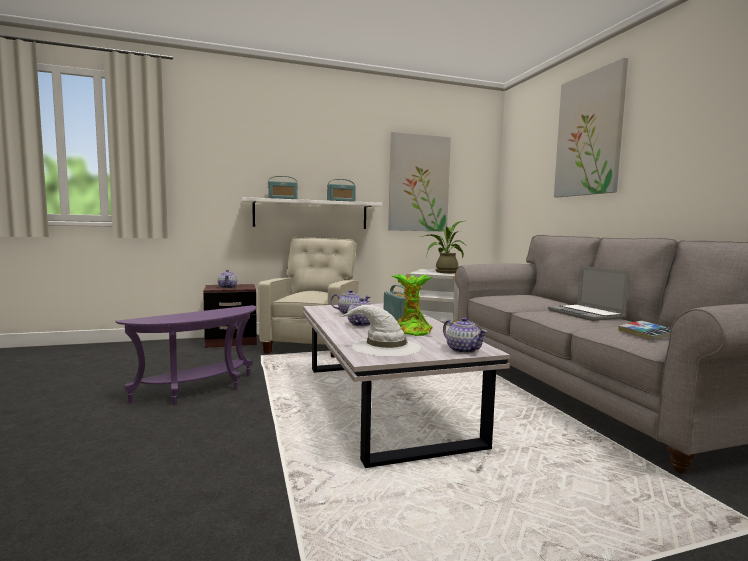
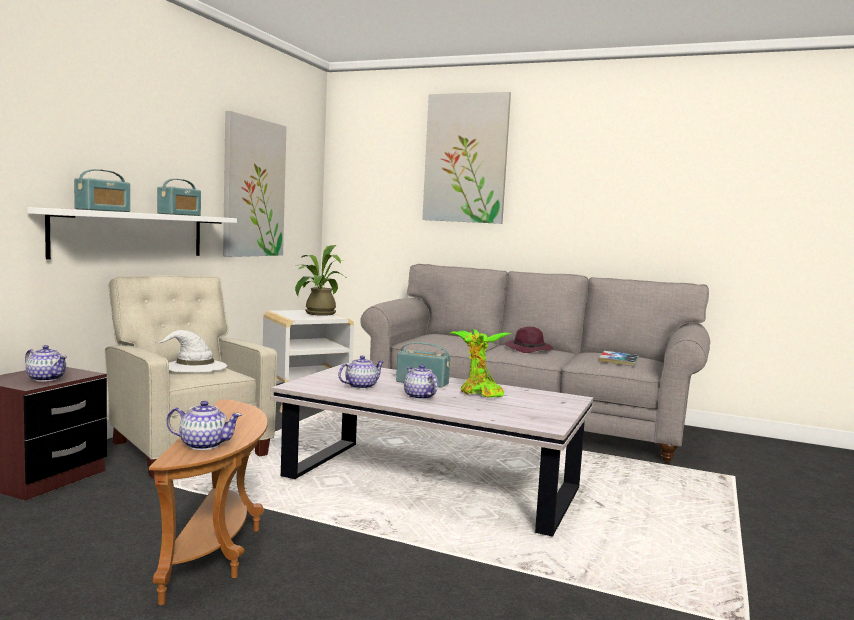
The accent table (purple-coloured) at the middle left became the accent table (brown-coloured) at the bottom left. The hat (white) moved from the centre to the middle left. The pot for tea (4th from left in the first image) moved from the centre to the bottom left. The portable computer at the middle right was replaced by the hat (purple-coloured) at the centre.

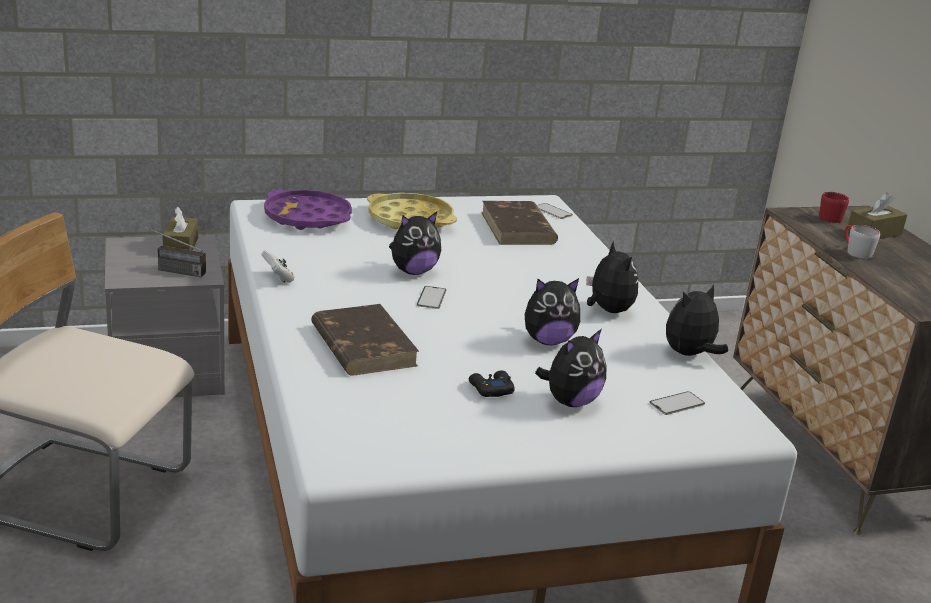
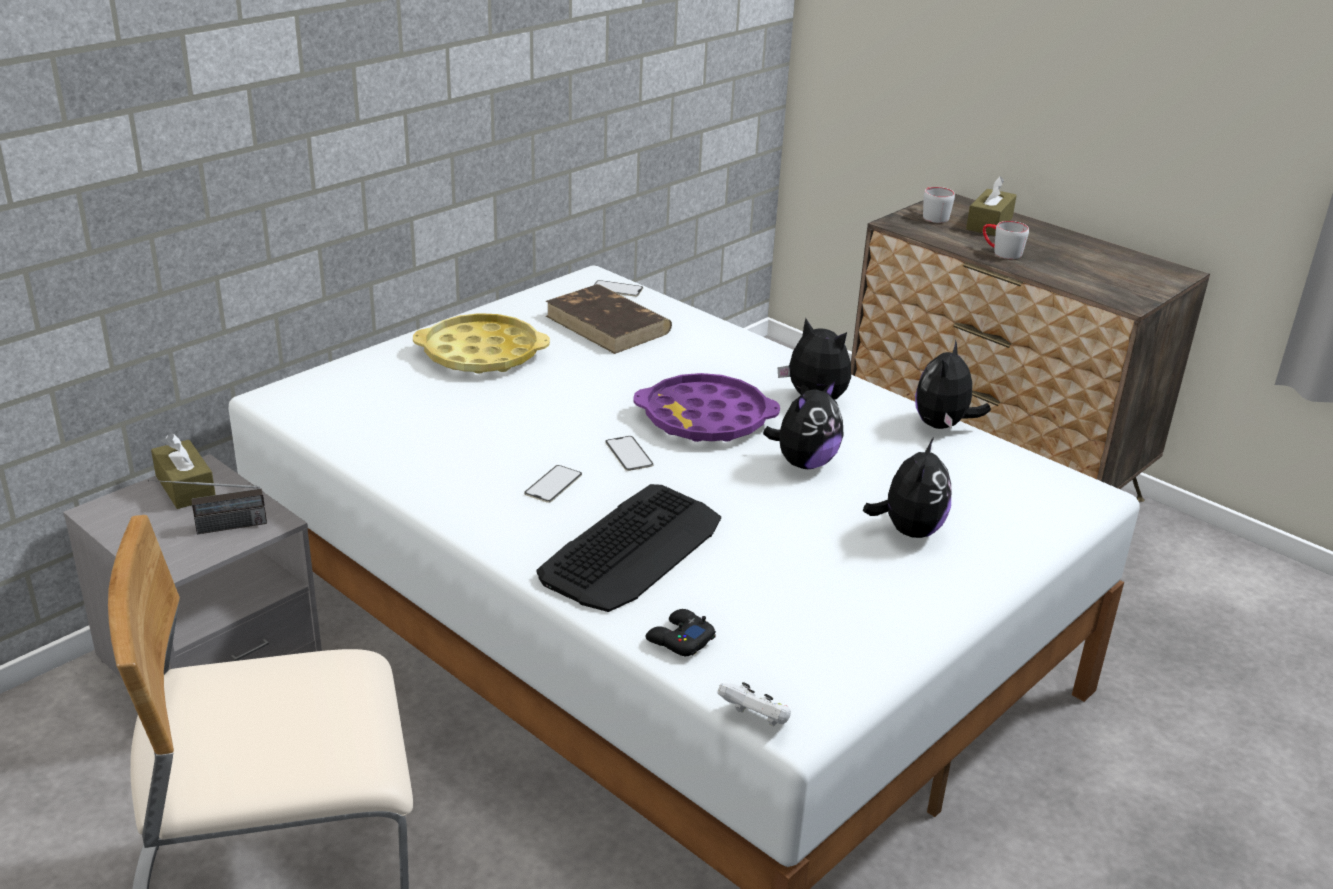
The game controller (white) moved from the middle left to the bottom centre. The carrying tray (purple-coloured) moved from the middle left to the centre. The bound book (brown-coloured) (1st from left) at the centre was replaced by the computer keyboard at the centre. The soft toy (1st from left) at the centre disappeared. The game controller (black-coloured) moved from the centre to the bottom centre. The telephone (3rd from left in the first image) moved from the bottom right to the centre. The coffee mug (red-coloured) at the middle right became the coffee mug (grey) (1st from left) at the top right.

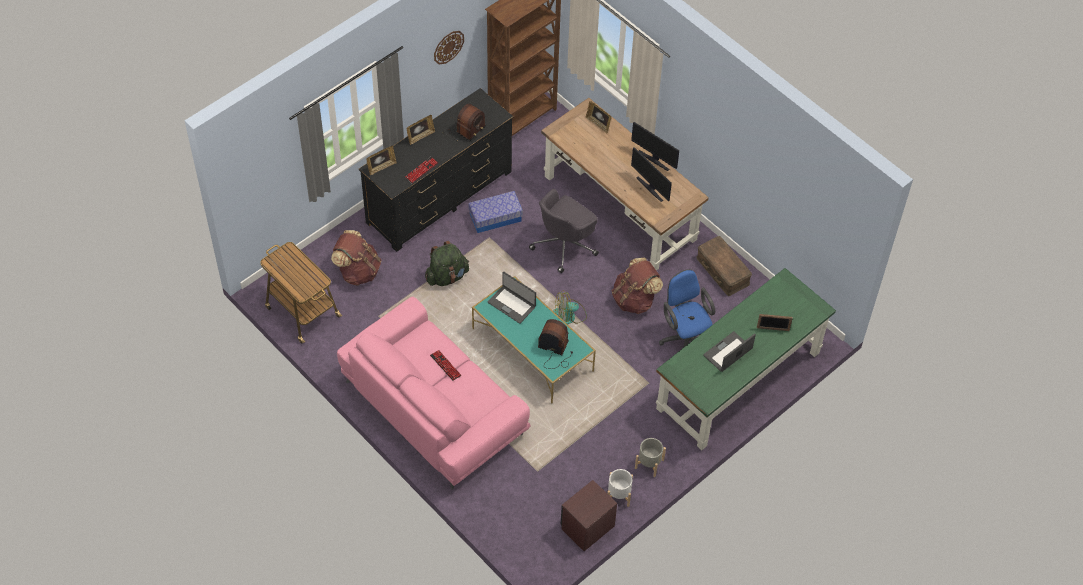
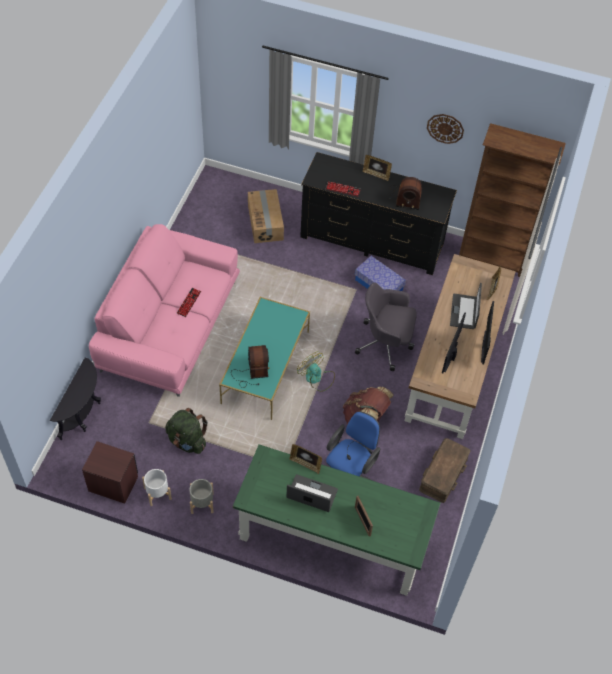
The cart at the middle left disappeared. The rucksack (brown-coloured) (1st from left) at the middle left was replaced by the packing box at the top centre. The picture frame (1st from left) moved from the top centre to the bottom centre. The rucksack (green) moved from the centre to the middle left. The portable computer (1st from left in the first image) moved from the centre to the middle right. The accent table (black-coloured) at the middle left appeared.

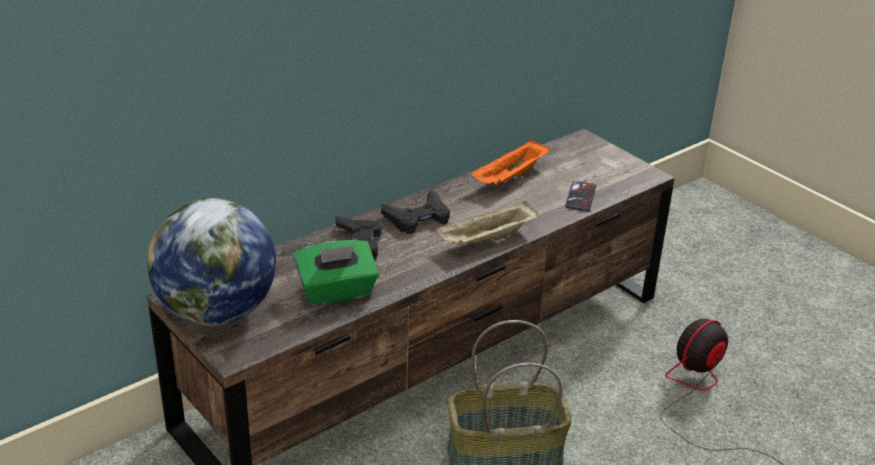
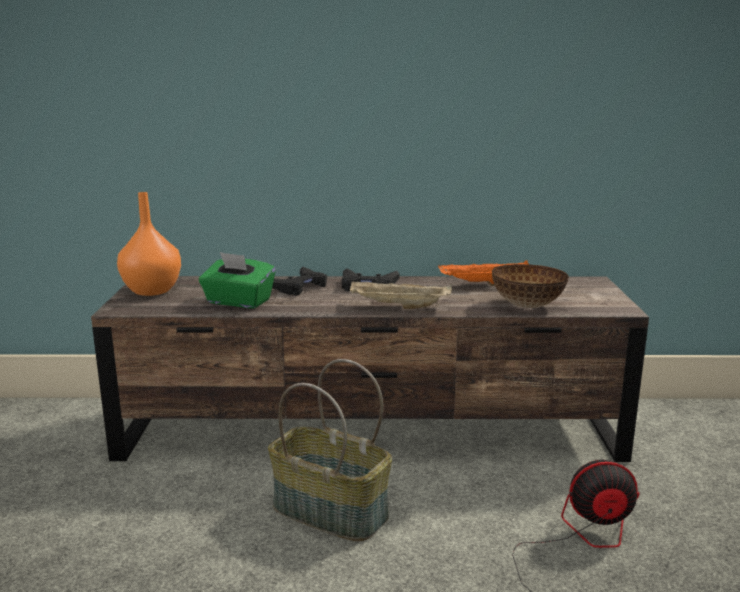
The globe at the middle left was replaced by the decorative vase (orange) at the middle left. The telephone at the centre was replaced by the deep dish at the middle right.

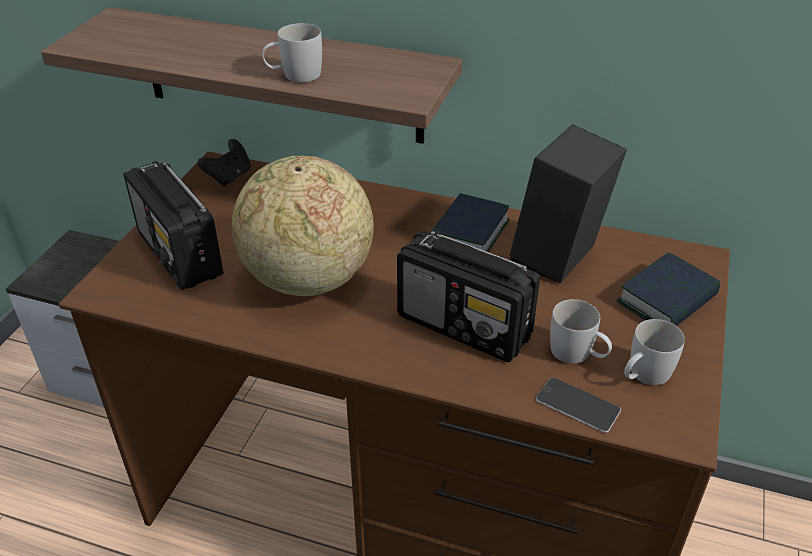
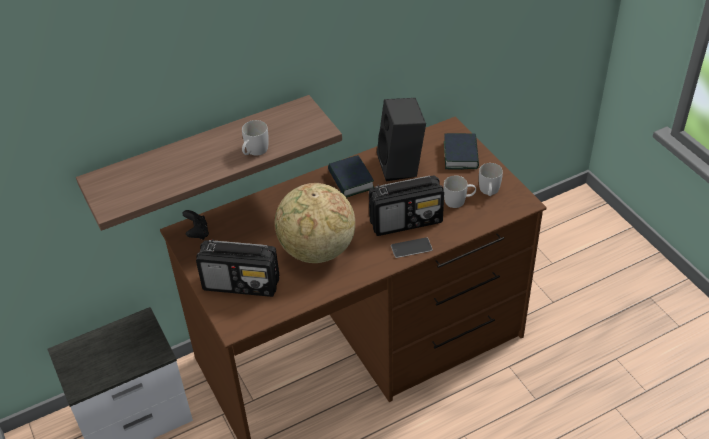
The telephone moved from the bottom right to the centre.

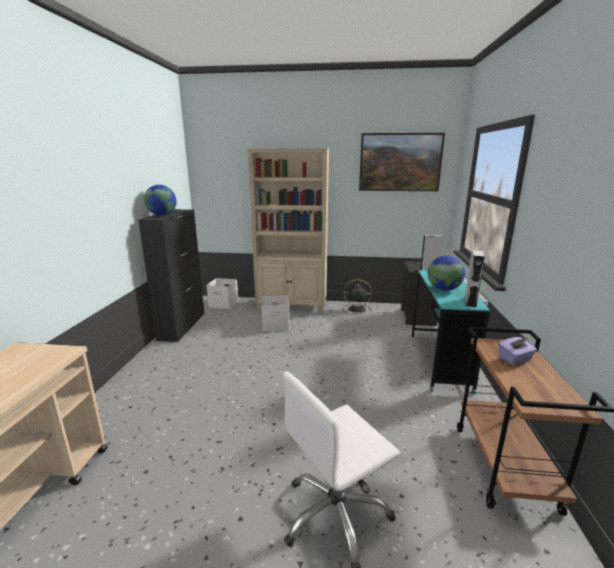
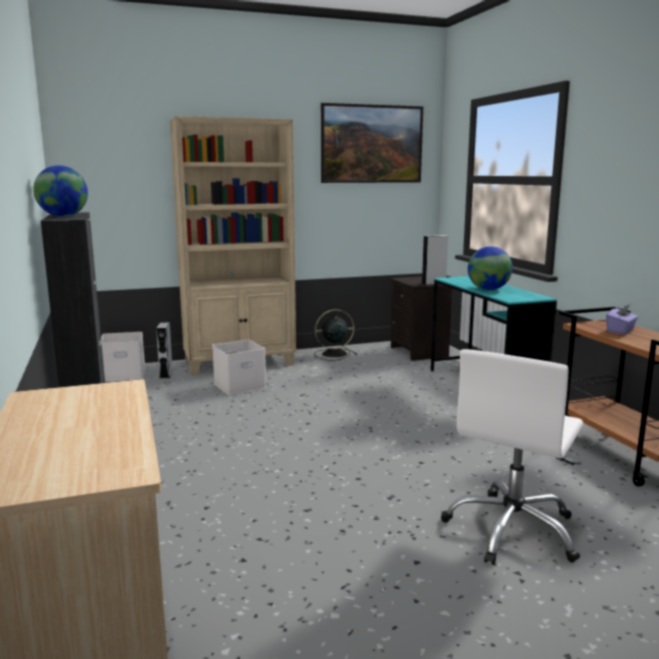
The audio speaker (grey) (2nd from left in the first image) moved from the middle right to the middle left.

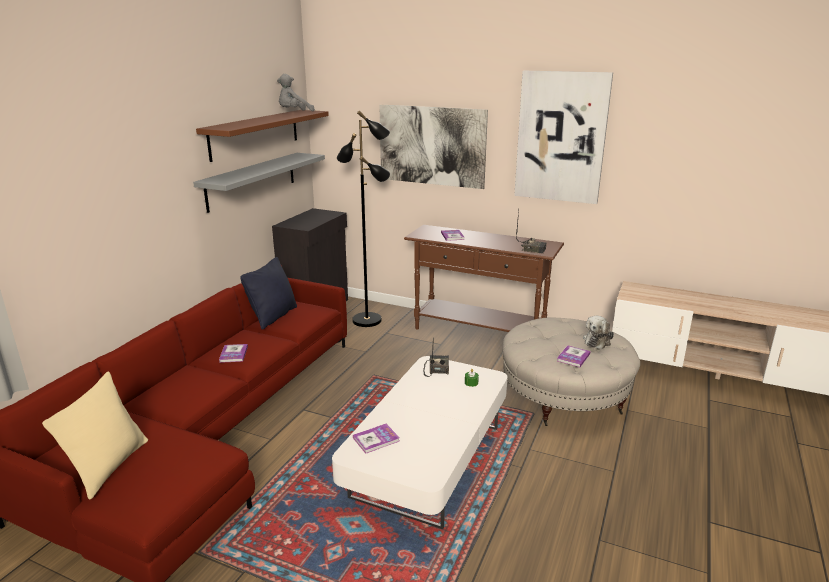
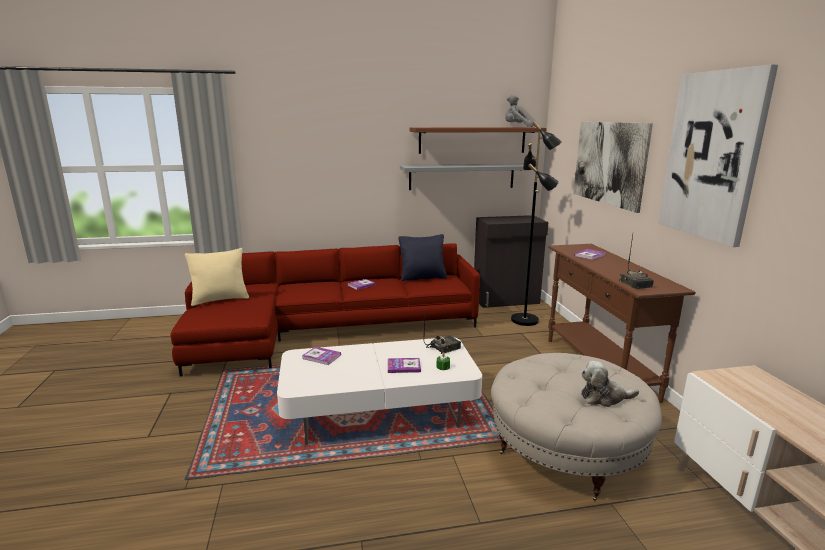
The bound book (4th from left in the first image) moved from the middle right to the centre.

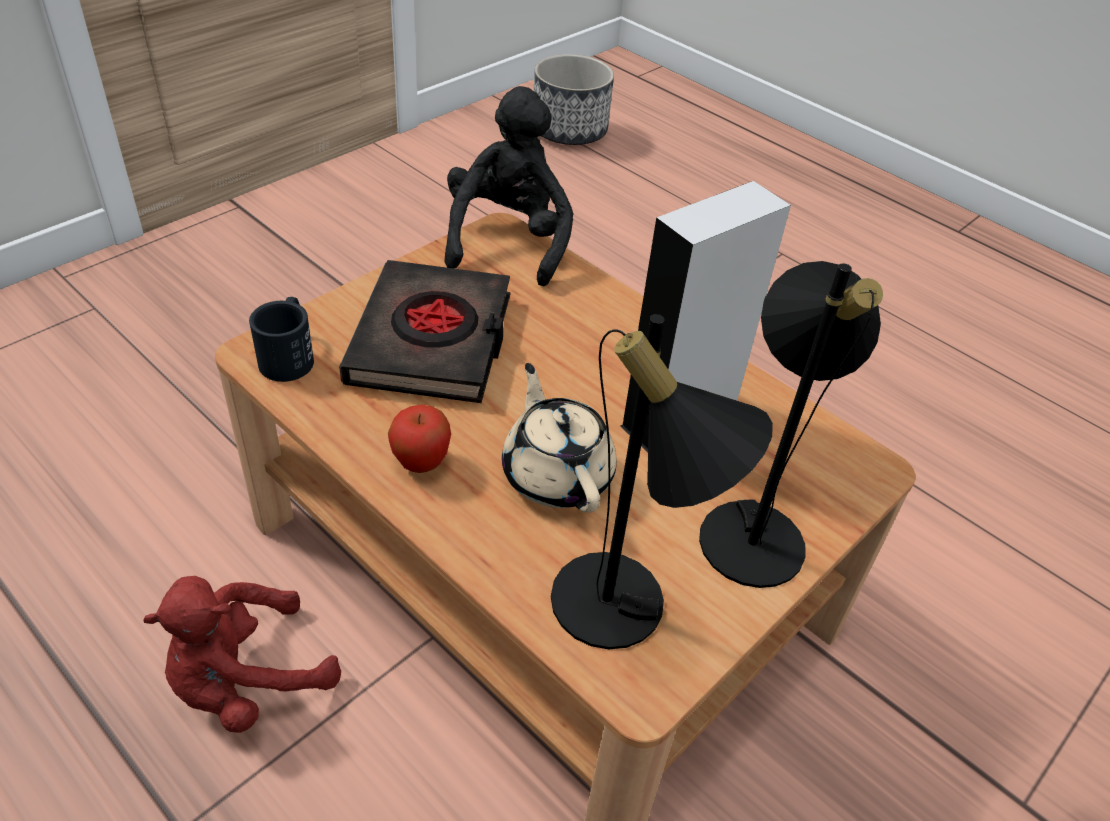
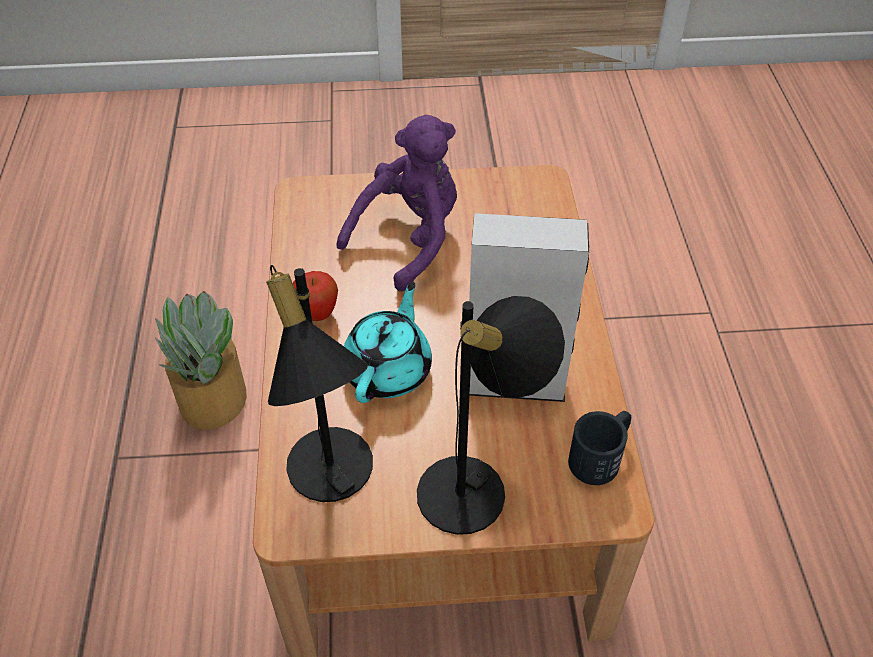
The soft toy (red-coloured) at the bottom left was replaced by the potted plant at the middle left. The coffee mug (black-coloured) moved from the middle left to the bottom right. The bound book (black-coloured) at the centre was replaced by the soft toy (purple-coloured) at the top centre. The soft toy (black-coloured) at the top centre disappeared. The pot for tea (beige) at the centre became the pot for tea (turquoise-coloured) at the centre. The plant pot at the top centre disappeared.

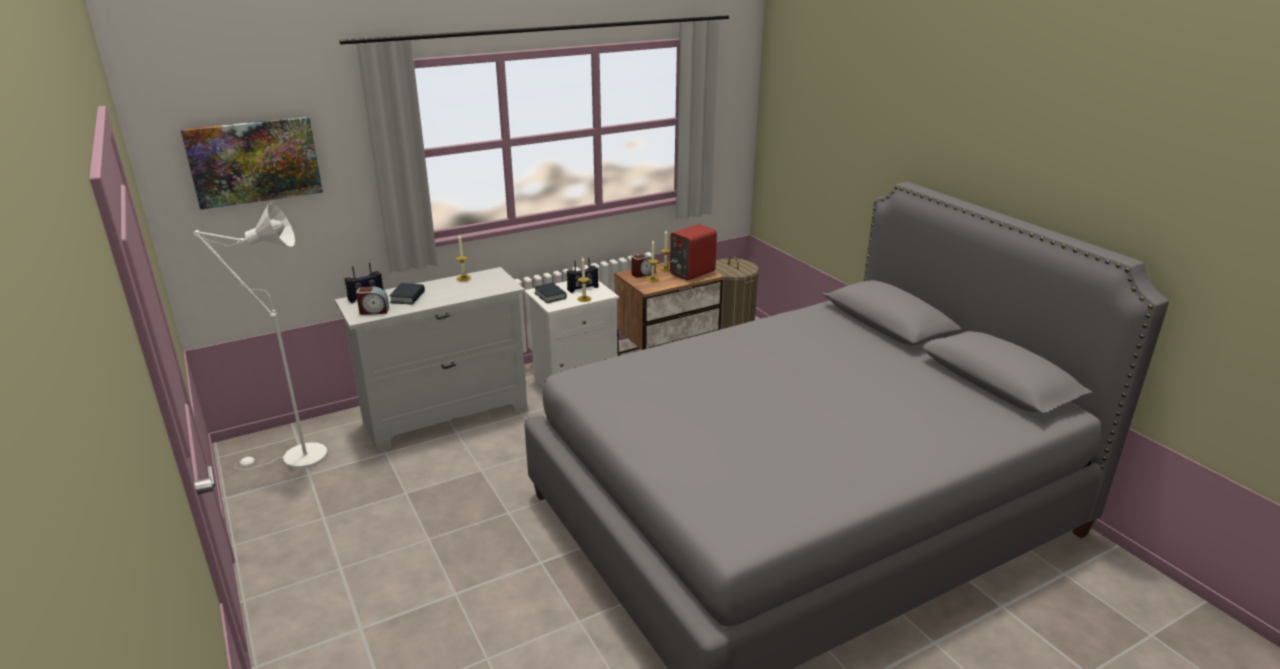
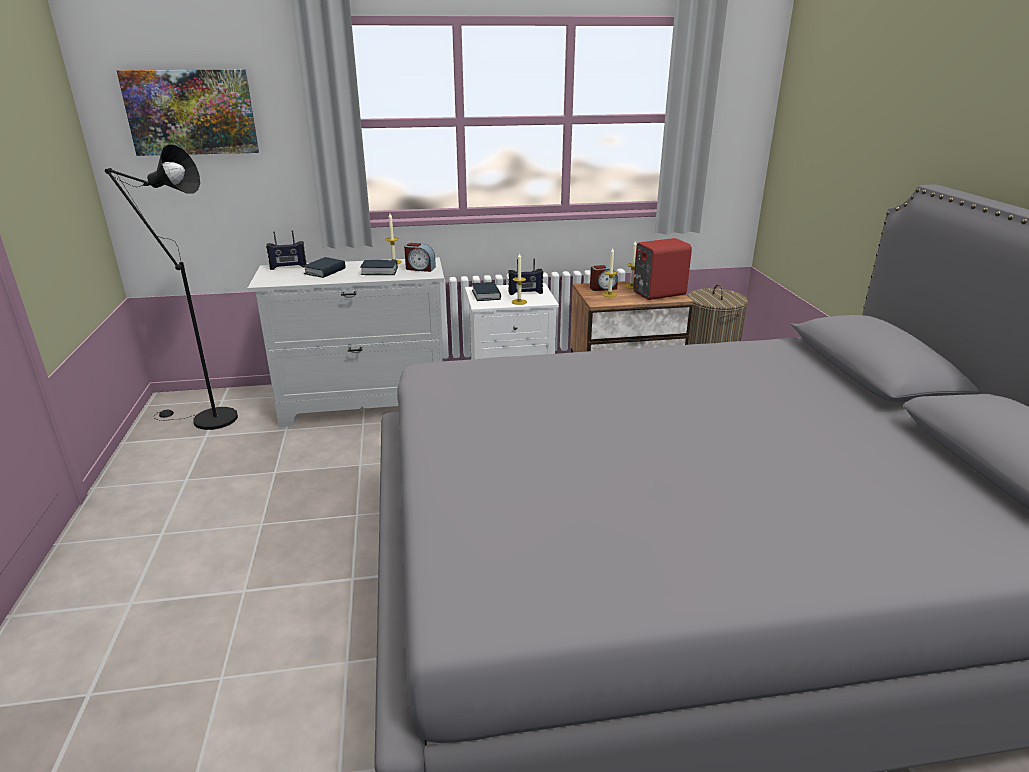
The standard lamp (white) at the middle left became the standard lamp (black-coloured) at the middle left. The alarm clock (1st from left) moved from the middle left to the top centre. The bound book (2nd from left) at the centre appeared.

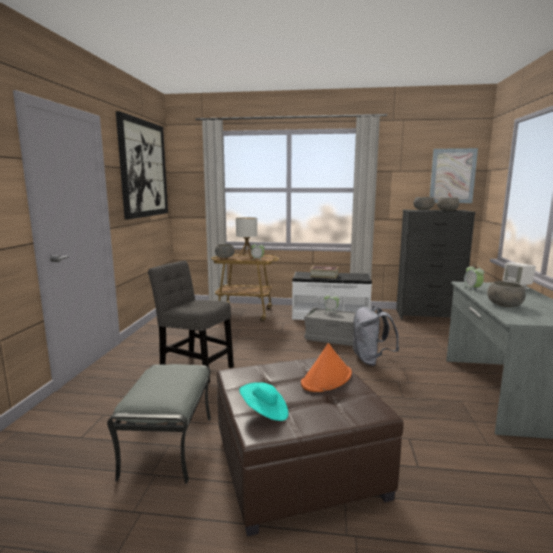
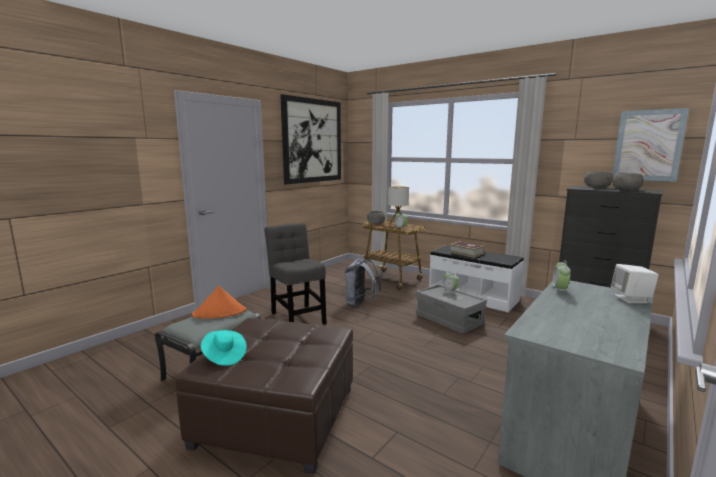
The hat (orange) moved from the centre to the middle left. The rucksack (grey) moved from the middle right to the centre. The deep dish (grey) (4th from left) at the middle right disappeared.

